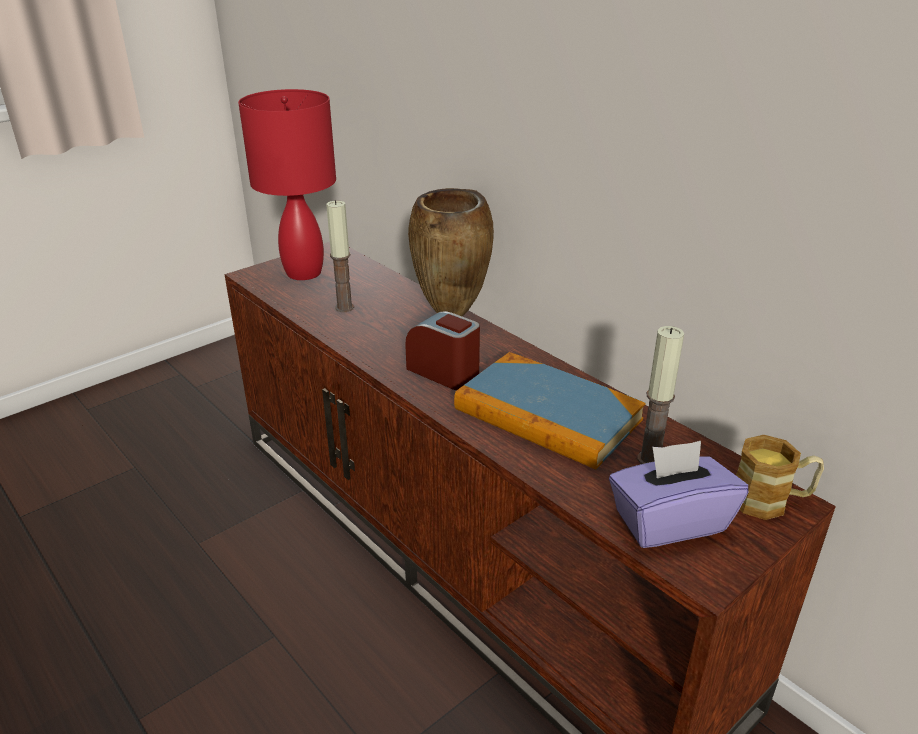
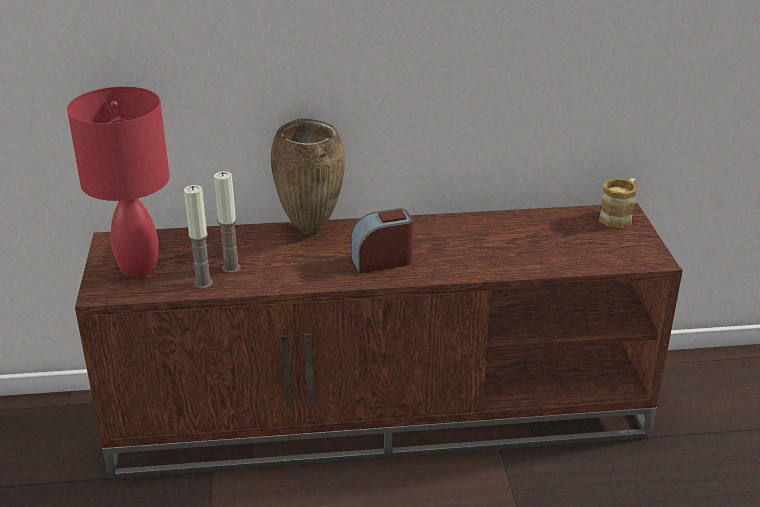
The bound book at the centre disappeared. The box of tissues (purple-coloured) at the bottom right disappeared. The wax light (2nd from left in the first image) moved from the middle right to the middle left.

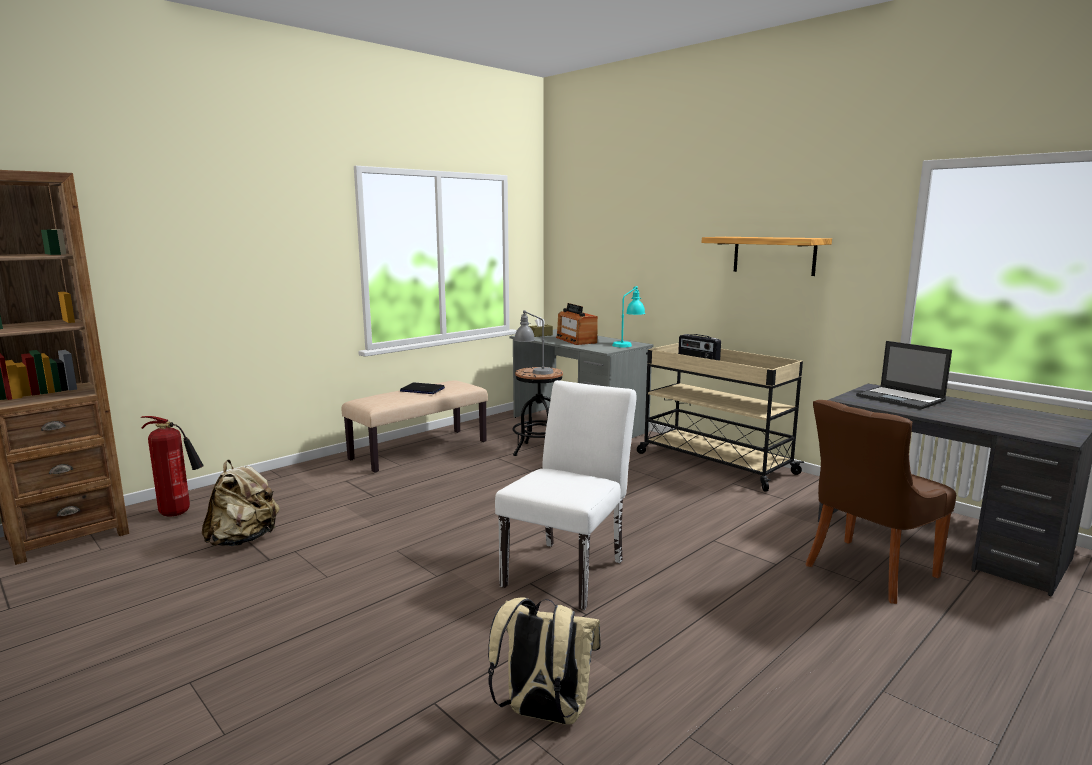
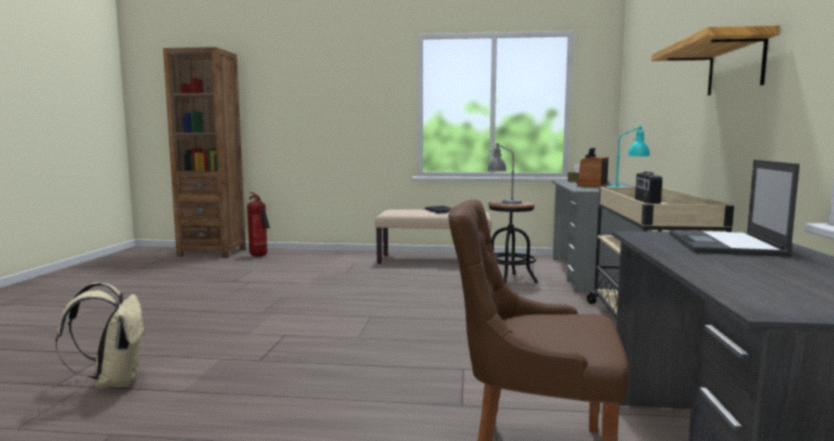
The rucksack (beige) (1st from left) at the middle left disappeared. The chair (white) at the centre disappeared.

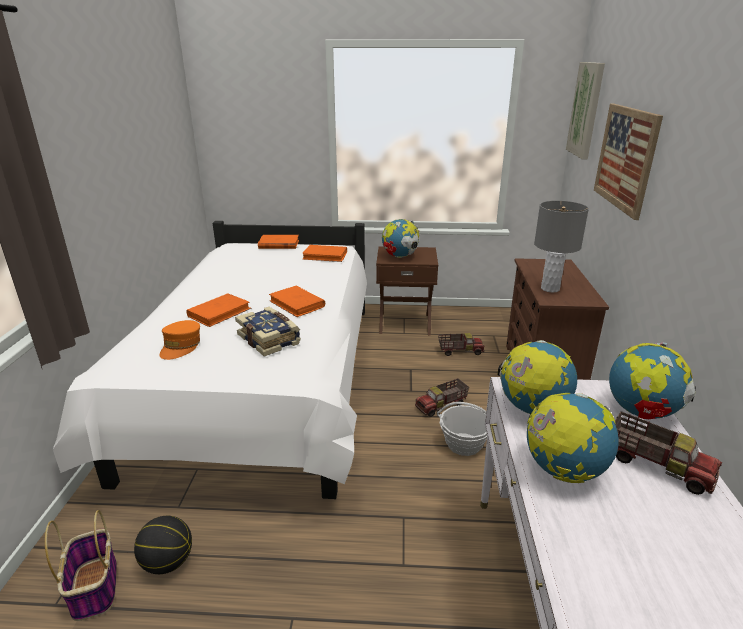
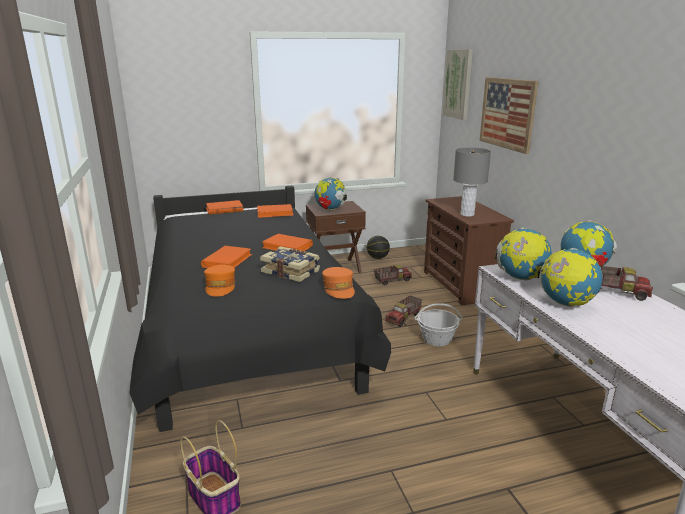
The bedroom bed (white) at the middle left became the bedroom bed (black-coloured) at the centre. The ball for basketball moved from the bottom left to the centre. The peaked cap (orange) (2nd from left) at the centre appeared.

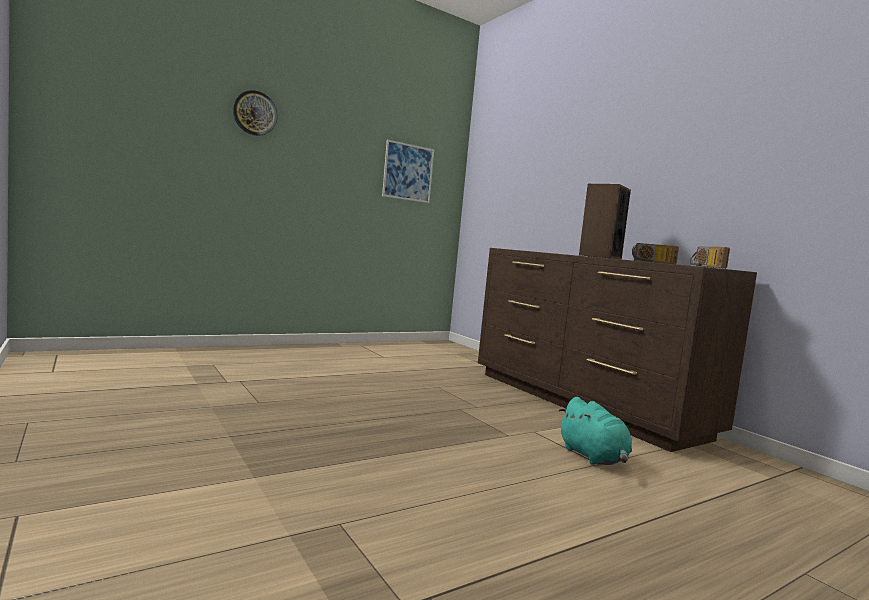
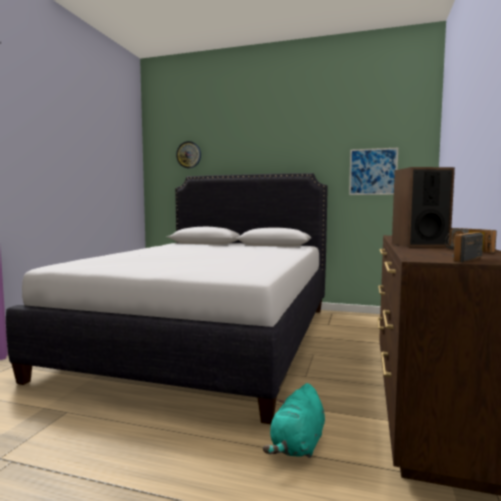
The hanging clock moved from the top left to the top centre. The bedroom bed (white) at the centre appeared.

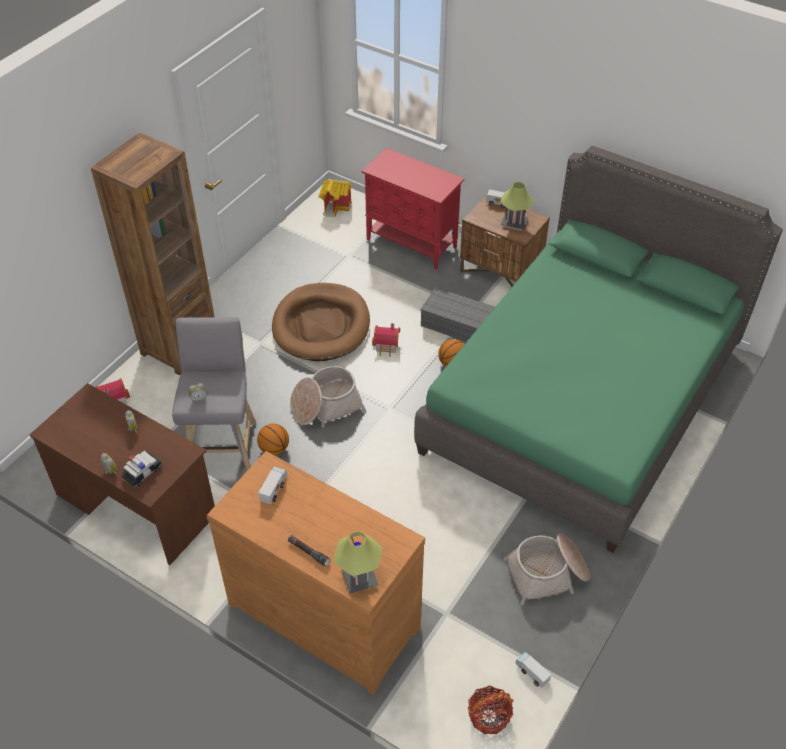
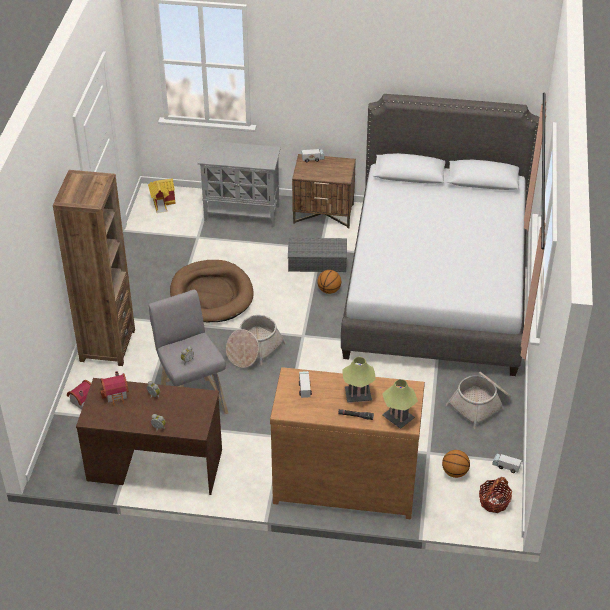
The toy car at the middle left disappeared. The ball for basketball (1st from left in the first image) moved from the centre to the bottom right. The cabinet (red-coloured) at the top centre became the cabinet (grey) at the top centre. The miniature house (3rd from left in the first image) moved from the centre to the middle left. The bedroom bed (green) at the middle right became the bedroom bed (grey) at the middle right. The lamp for a table (2nd from left in the first image) moved from the top centre to the centre.

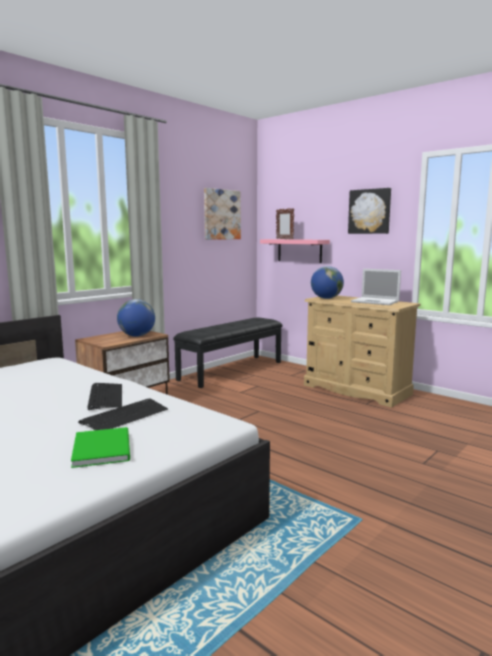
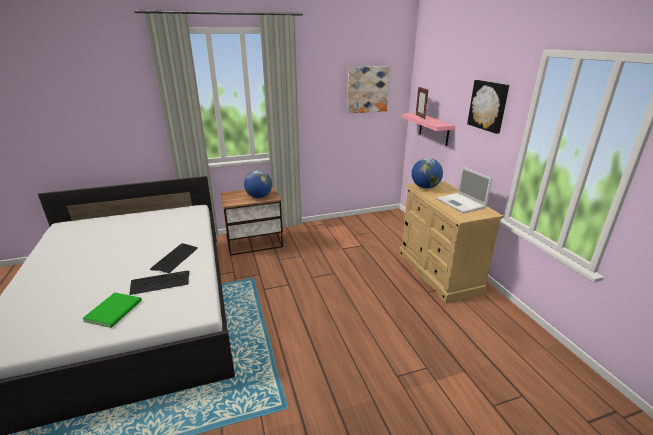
The indoor bench (black-coloured) at the centre disappeared.

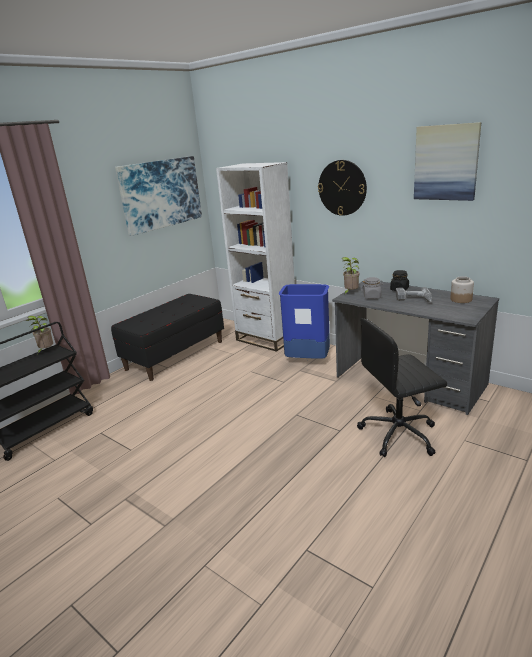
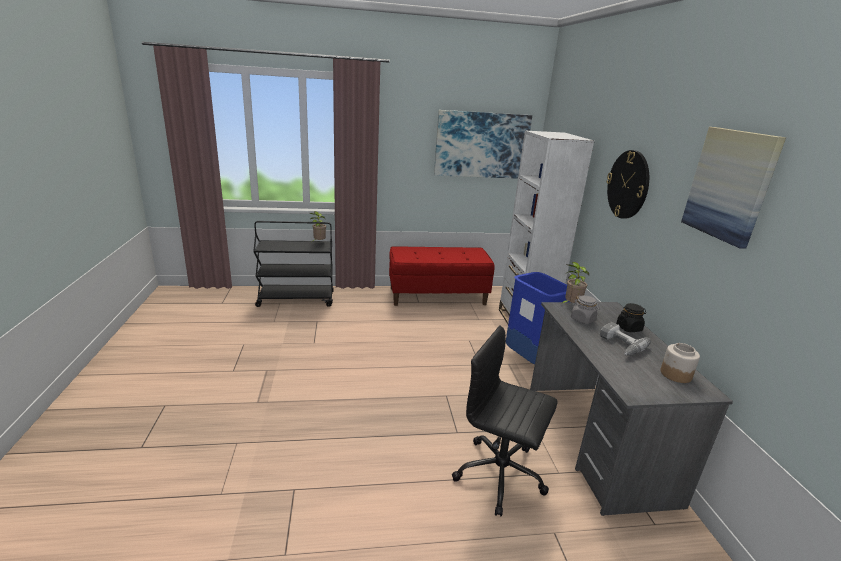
The indoor bench (black-coloured) at the middle left became the indoor bench (red-coloured) at the centre.

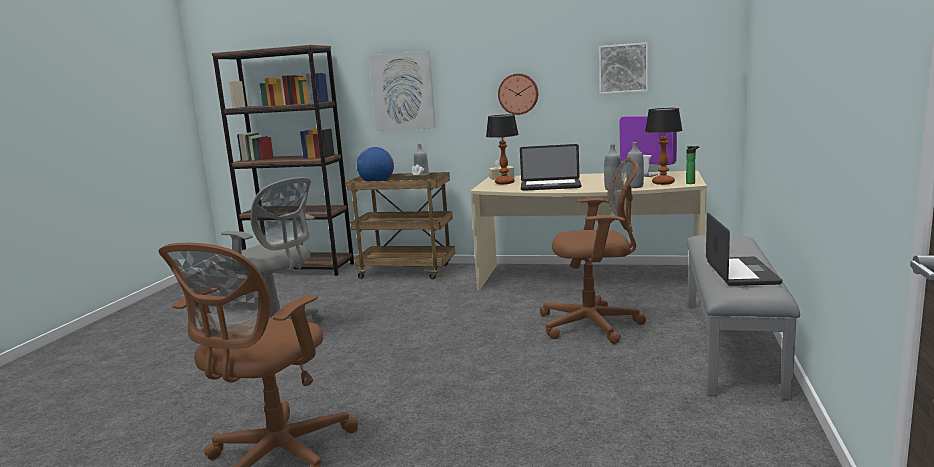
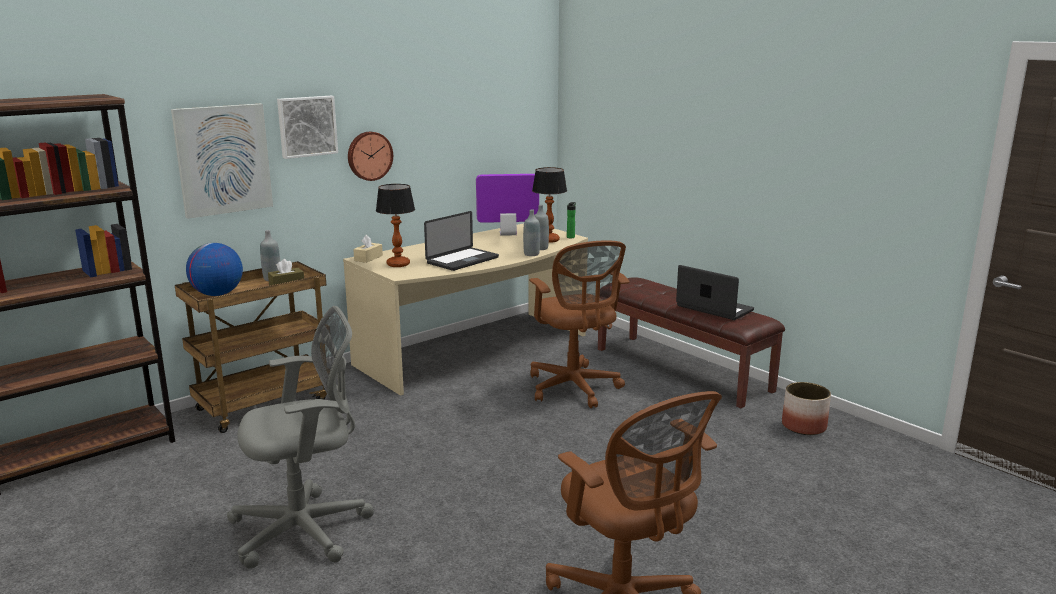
The computer chair (brown-coloured) (2nd from left in the first image) at the centre turned 120 degrees clockwise. The wall art (2nd from left) moved from the top right to the top left. The indoor bench (grey) at the bottom right became the indoor bench (brown-coloured) at the centre. The plant pot at the bottom right appeared.

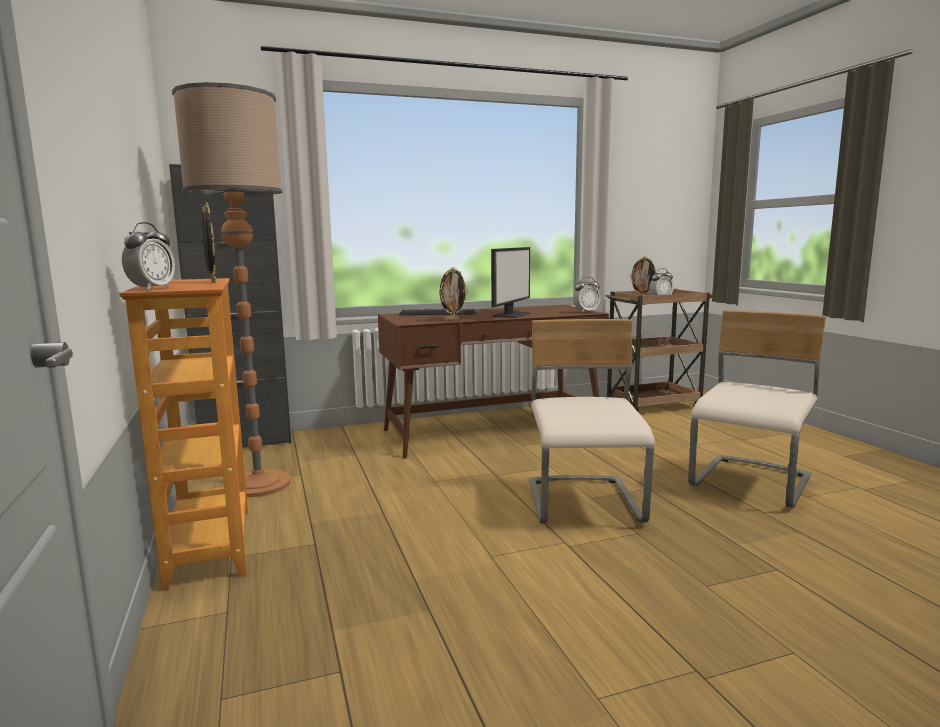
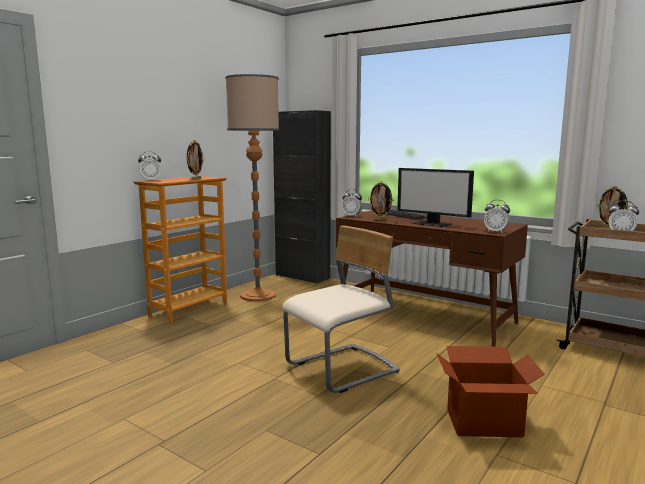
The computer display at the centre turned 45 degrees clockwise. The chair (beige) (2nd from left) at the middle right was replaced by the packing box at the bottom right. The alarm clock (2nd from left) at the centre appeared.

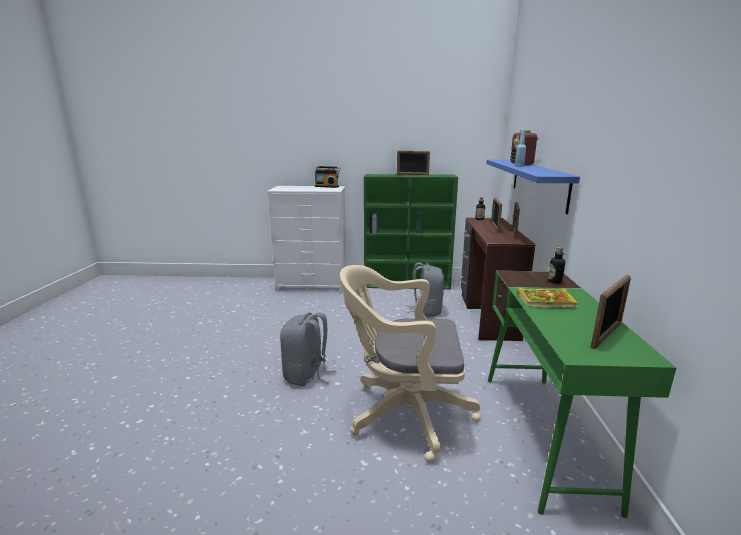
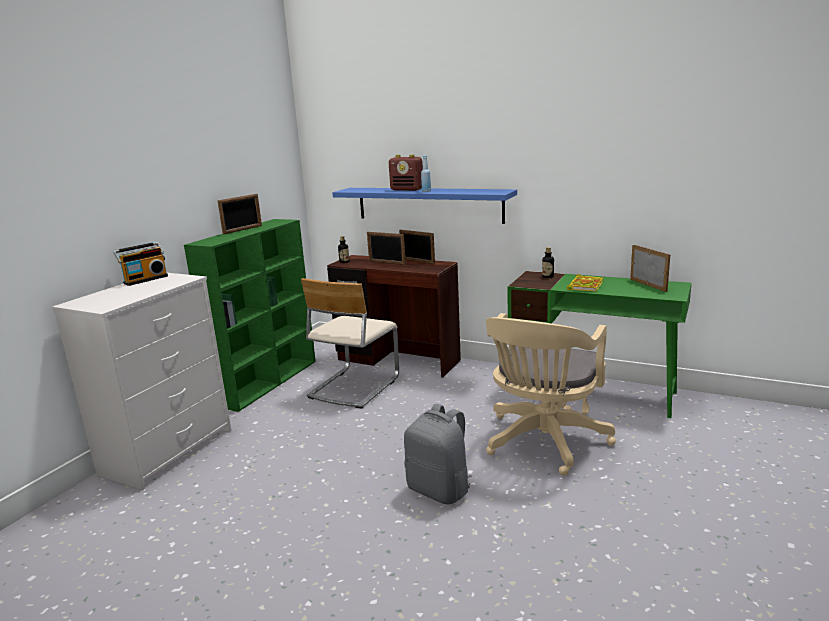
The rucksack (grey) (2nd from left) at the centre was replaced by the chair (beige) at the centre.

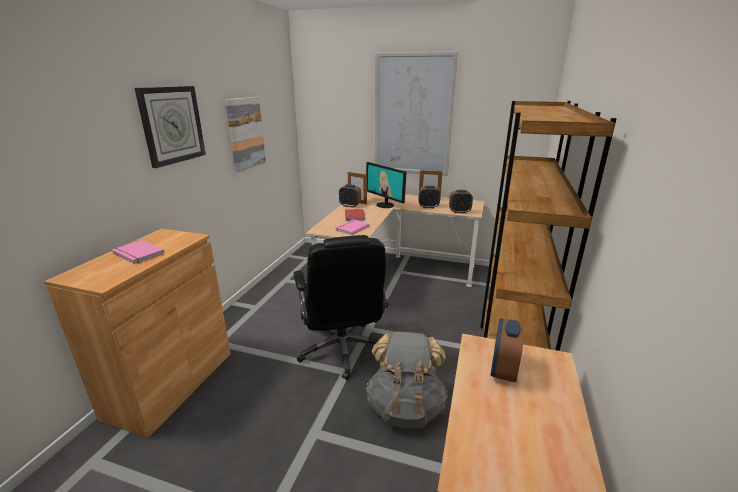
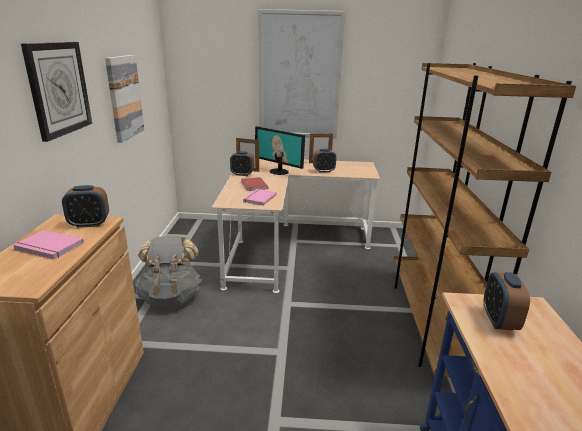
The computer chair (black-coloured) at the centre disappeared. The rucksack (grey) moved from the bottom centre to the middle left. The alarm clock (3rd from left in the first image) moved from the centre to the middle left.

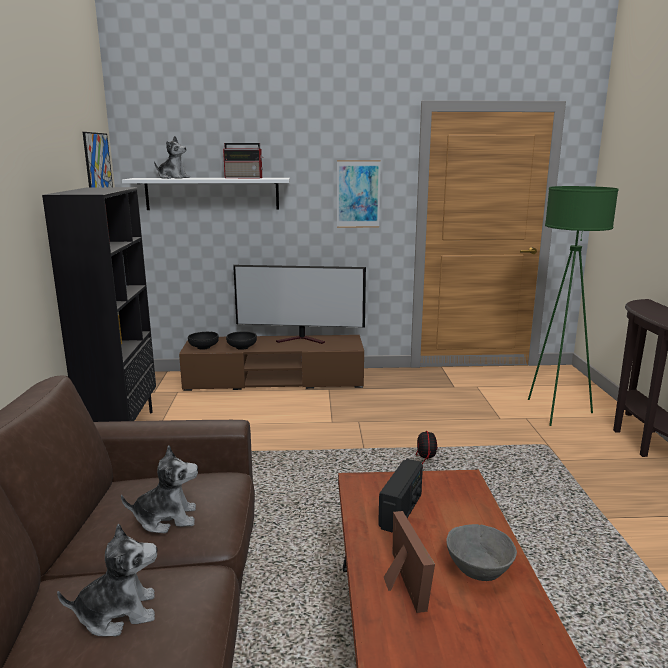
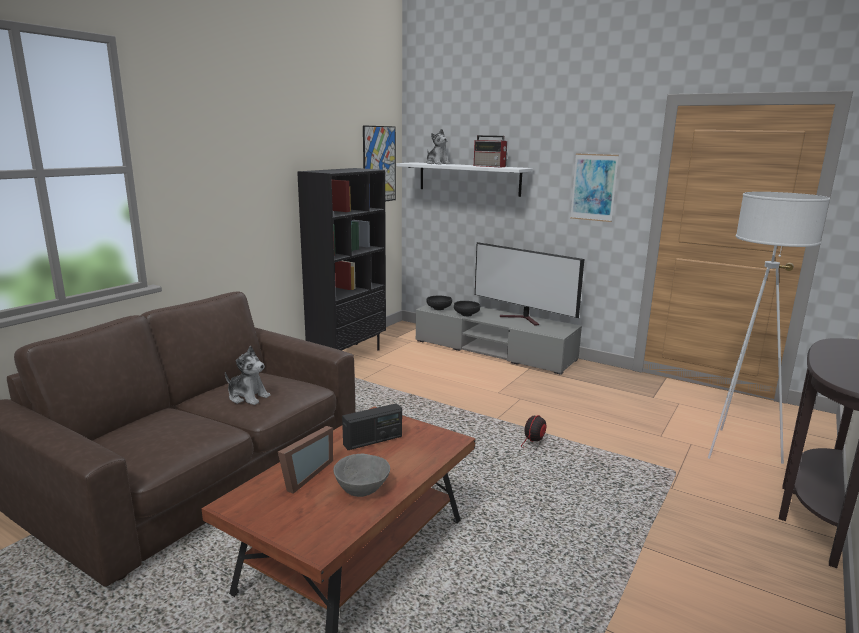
The soft toy (1st from left) at the bottom left disappeared. The media console (brown-coloured) at the centre became the media console (grey) at the centre. The standard lamp (green) at the middle right became the standard lamp (white) at the middle right.

